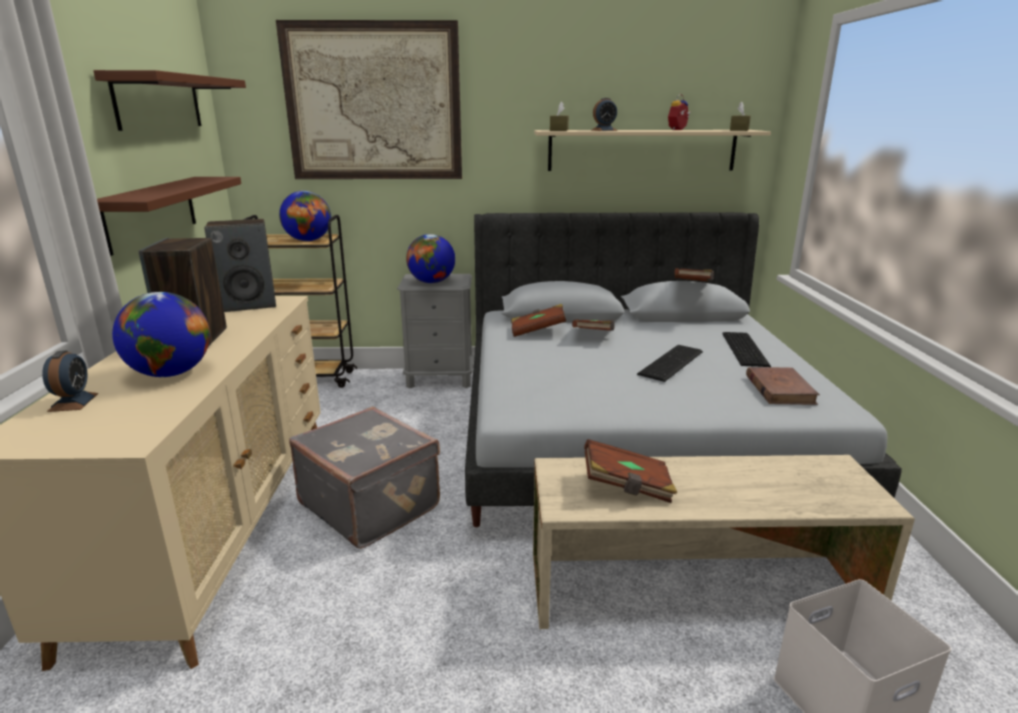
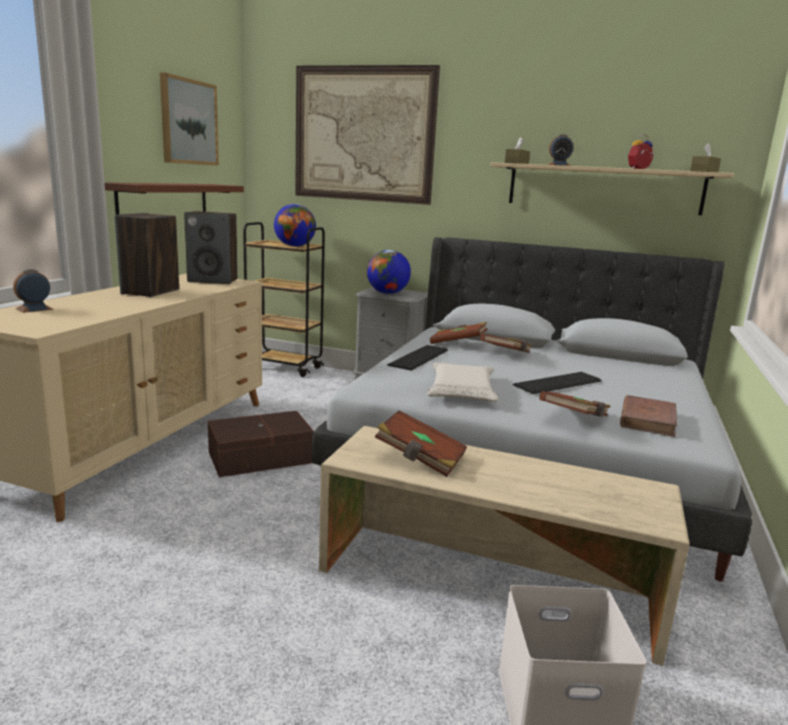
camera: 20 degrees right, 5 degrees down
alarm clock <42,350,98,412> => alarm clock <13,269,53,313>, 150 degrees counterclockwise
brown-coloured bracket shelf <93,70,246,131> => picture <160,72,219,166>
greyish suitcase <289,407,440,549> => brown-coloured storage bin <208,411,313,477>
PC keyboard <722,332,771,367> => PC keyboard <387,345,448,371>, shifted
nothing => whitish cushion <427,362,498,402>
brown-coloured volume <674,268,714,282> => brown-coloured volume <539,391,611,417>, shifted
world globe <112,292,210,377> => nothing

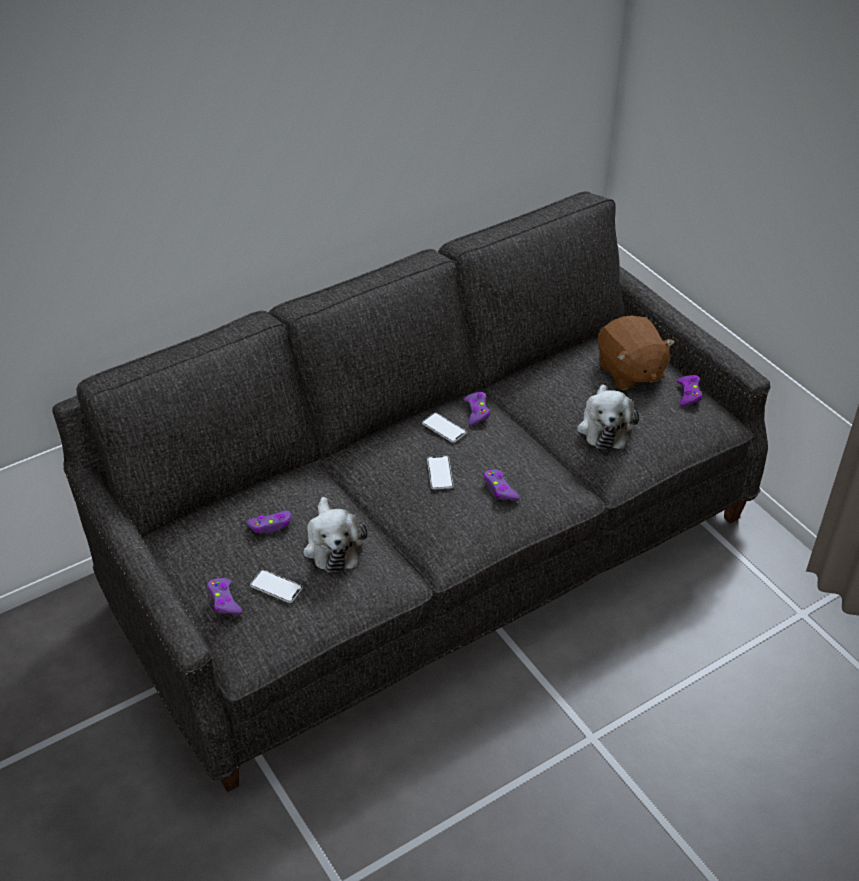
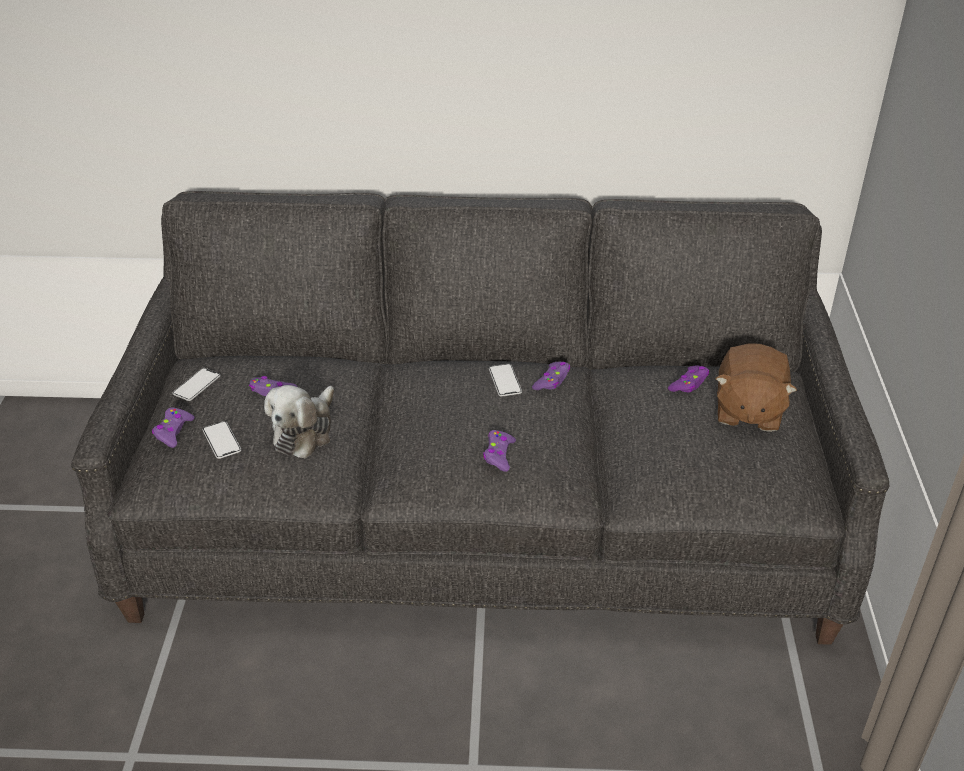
camera: 35 degrees right, 5 degrees down
handset <427,455,454,490> => handset <172,368,220,401>, shifted
purple-coloured gamepad <676,375,702,406> => purple-coloured gamepad <668,366,709,392>, shifted
cuddly toy <577,384,639,449> => nothing

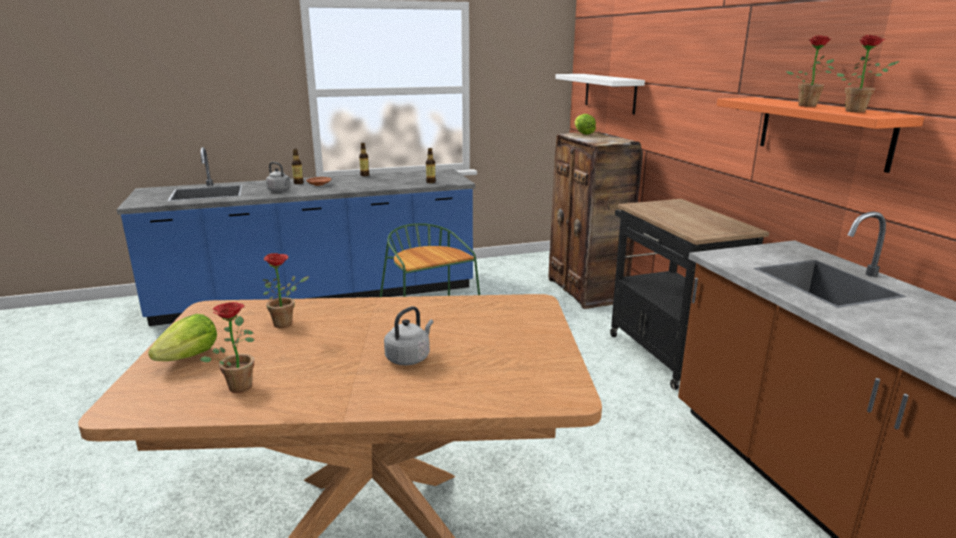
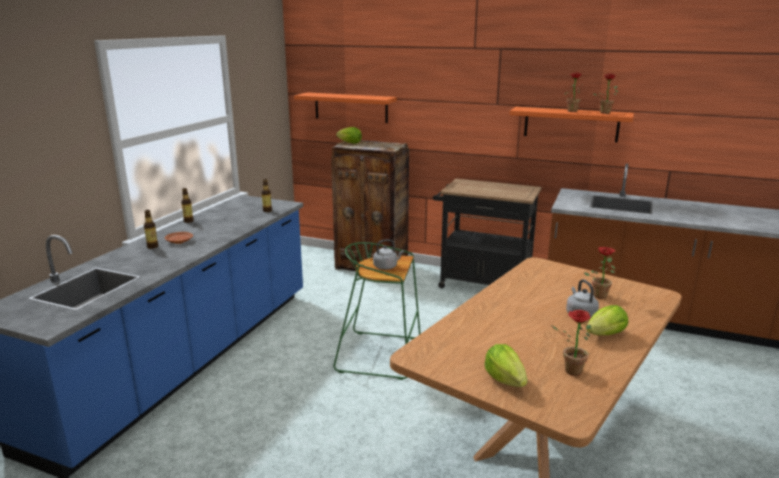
camera: 50 degrees left, 0 degrees up
whitish bracket shelf <555,74,645,115> => orange bracket shelf <294,92,397,123>
greyish kettle <266,162,291,192> => greyish kettle <373,239,404,270>, shifted
plant in a pot <263,253,309,328> => plant in a pot <584,247,616,299>, shifted
nothing => lettuce head <586,305,628,335>

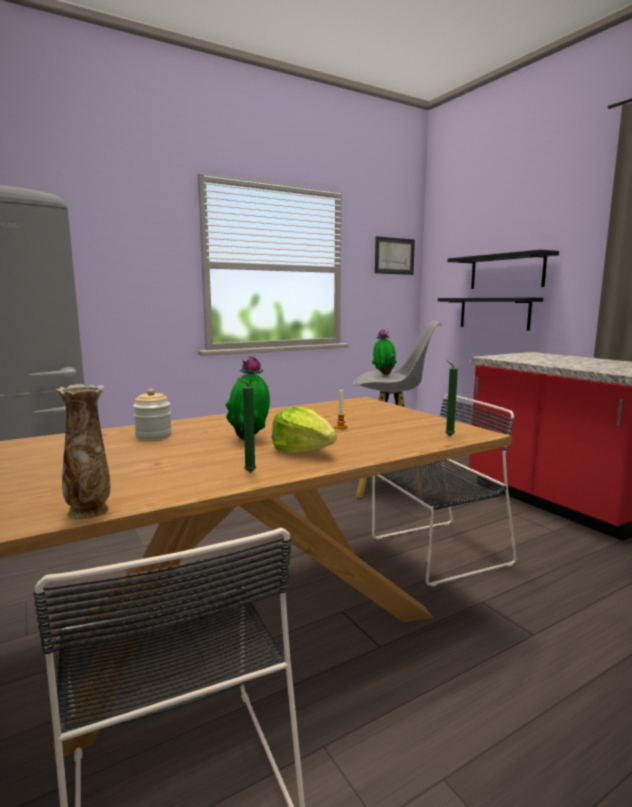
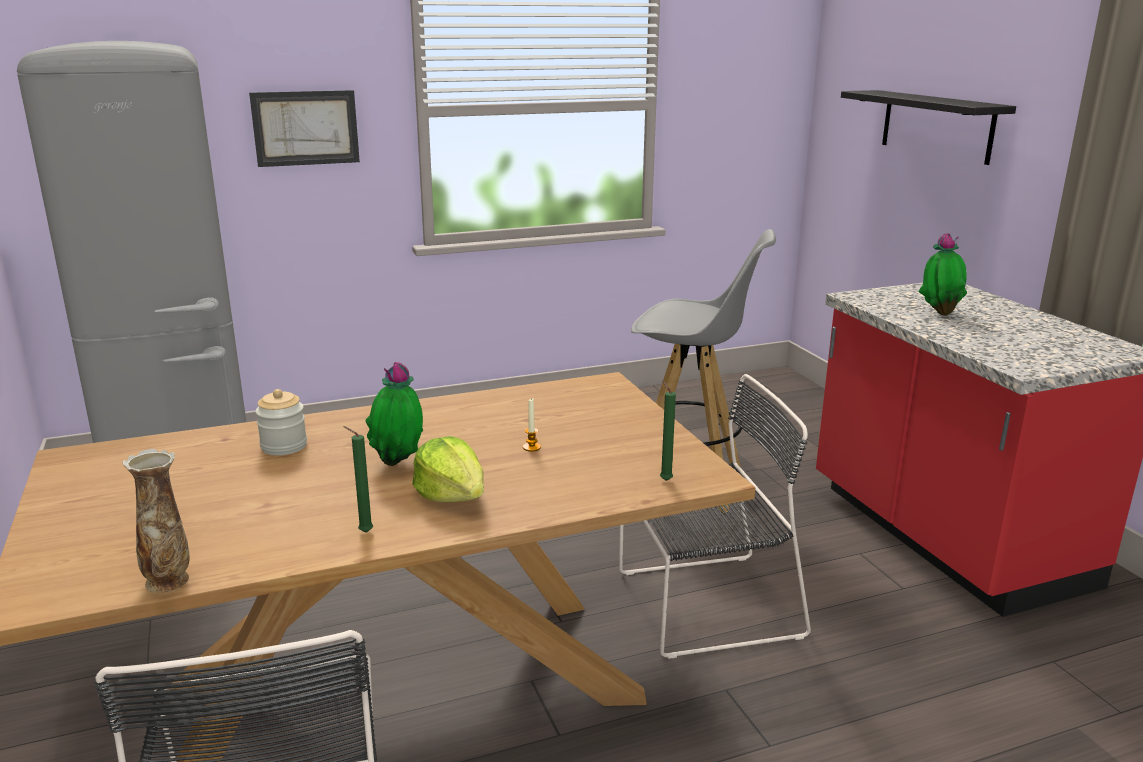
camera: 10 degrees right, 10 degrees up
picture <375,236,415,275> => picture <249,90,360,167>, shifted
plant in a pot <372,329,397,375> => plant in a pot <918,233,967,316>, shifted
black-coloured bracket shelf <438,298,543,331> => nothing

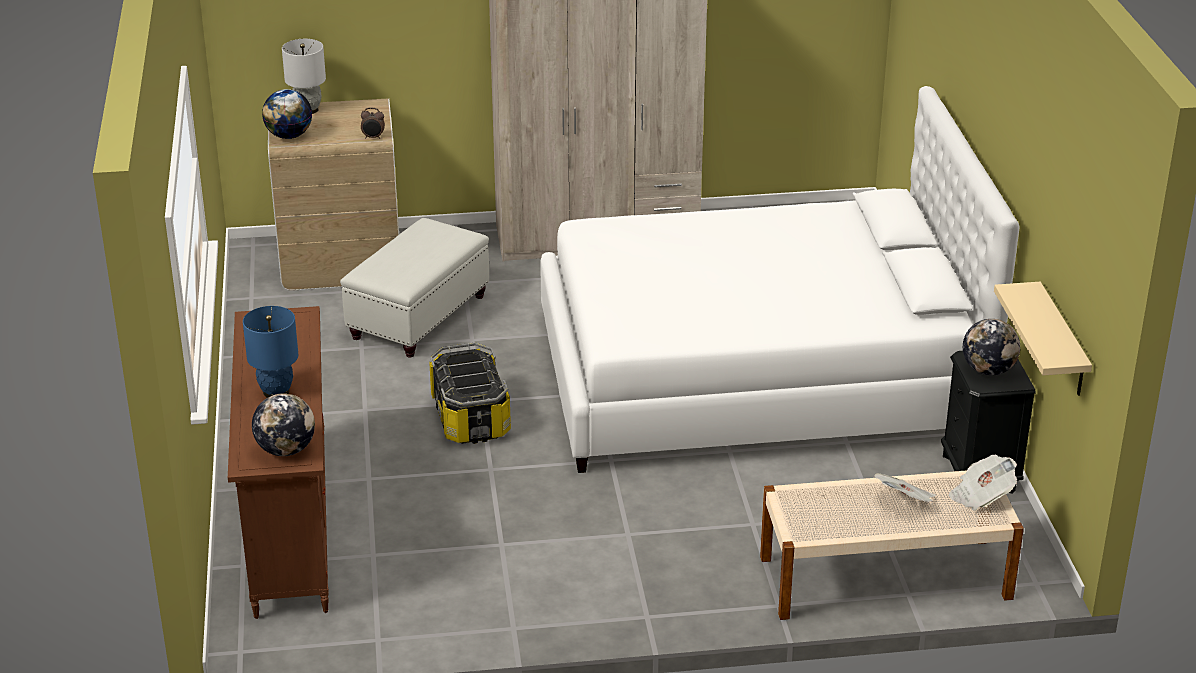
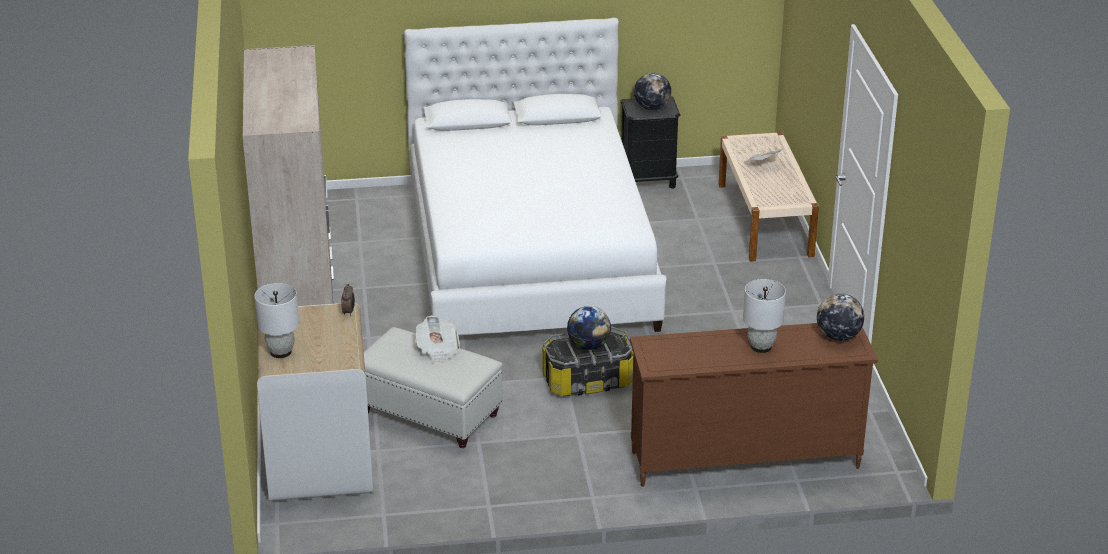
camera: 90 degrees left, 0 degrees up
printed paper <949,455,1017,511> => printed paper <415,315,460,365>, shifted
world globe <262,89,312,139> => world globe <567,306,611,350>, shifted
blue-coloured lamp for a table <243,306,298,398> => whitish lamp for a table <743,279,786,353>
sand-coloured bracket shelf <994,282,1092,396> => nothing

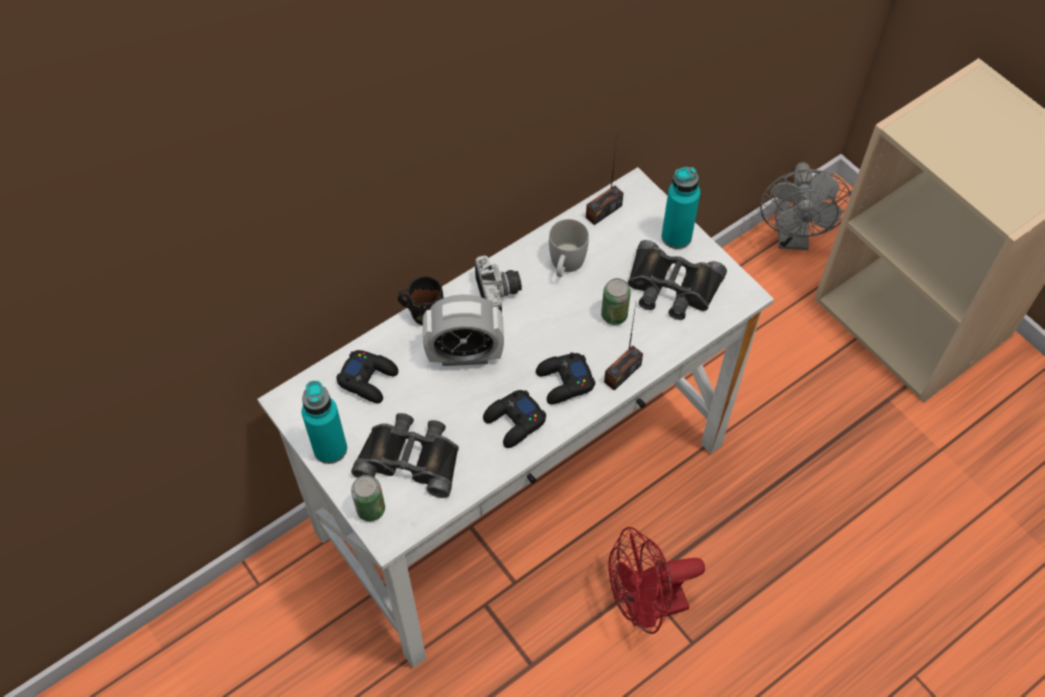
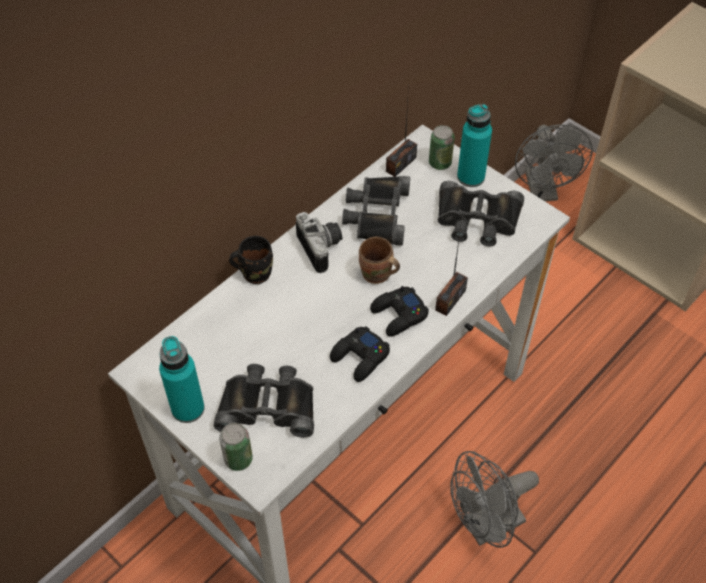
camera: 10 degrees left, 5 degrees down
whitish coffee mug <549,219,589,277> => black-coloured binoculars <342,176,410,246>
nothing => brown-coloured coffee mug <359,237,400,284>
metal can <601,278,631,325> => metal can <429,125,455,170>, shifted
reddish cooling fan <608,527,705,634> => greyish cooling fan <450,451,539,548>
black-coloured gamepad <336,350,398,403> => nothing
alarm clock <423,295,504,366> => nothing

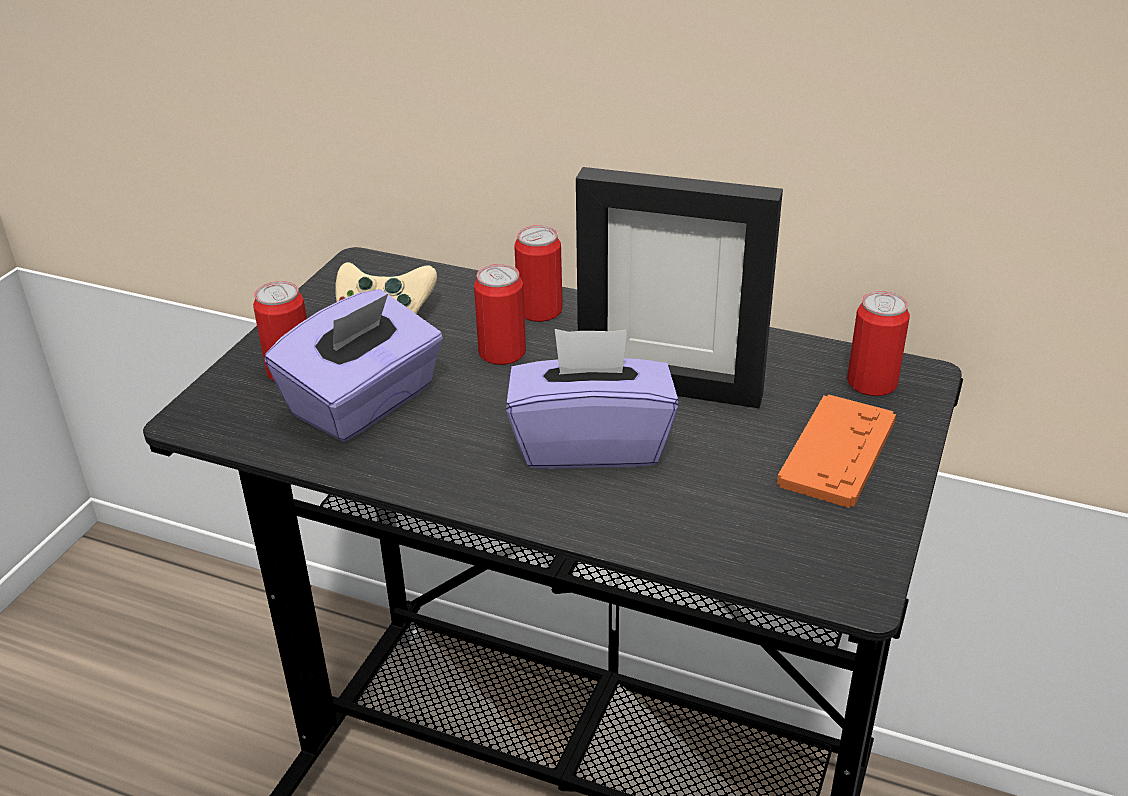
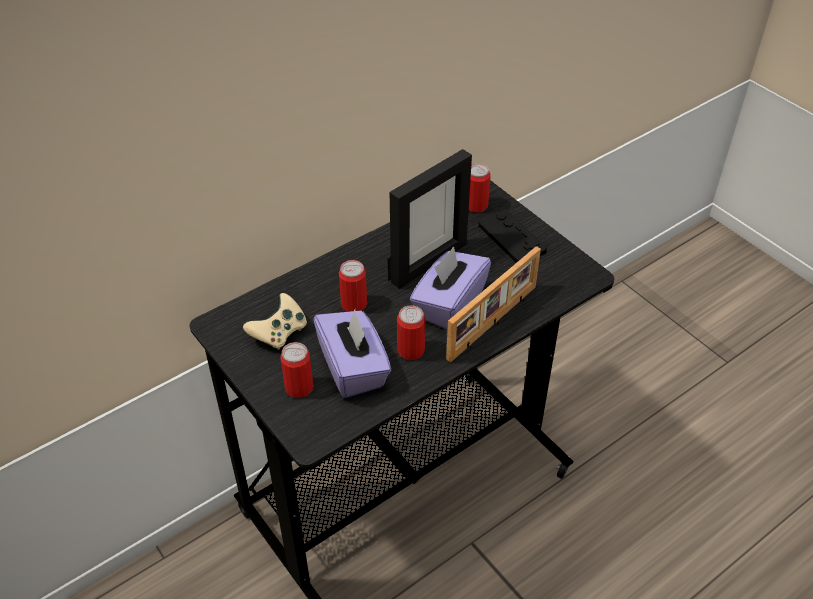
camera: 60 degrees left, 10 degrees up
metal can <514,225,563,322> => metal can <397,305,425,360>, shifted
nothing => standing frame <446,246,541,362>
orange gamepad <777,394,896,508> => black-coloured gamepad <478,210,547,263>

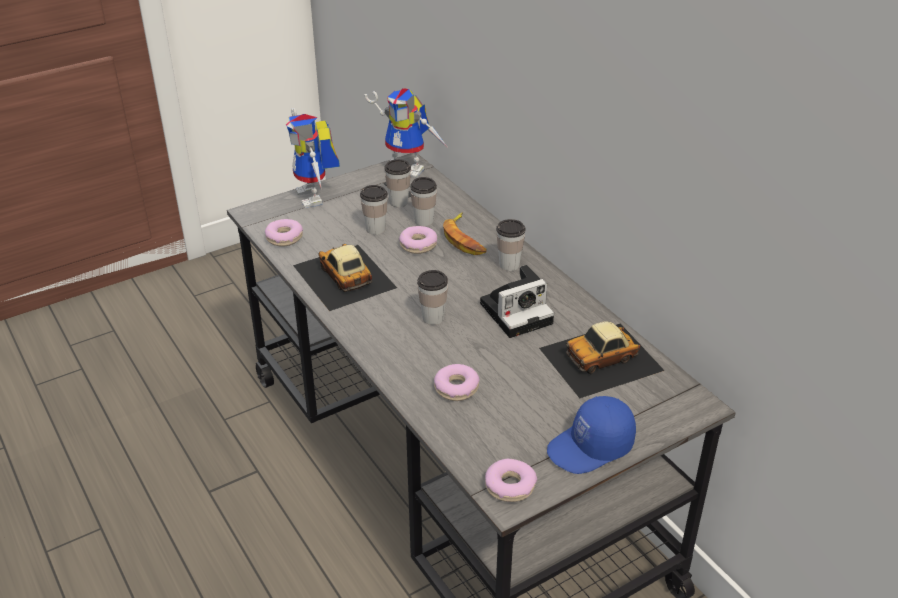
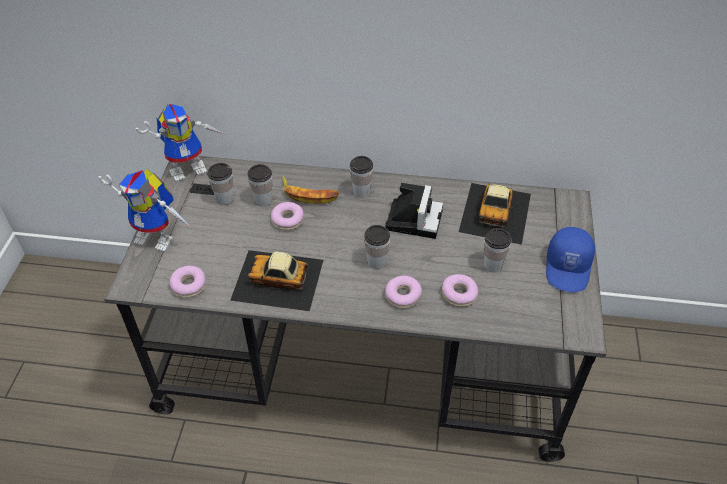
camera: 50 degrees left, 10 degrees up
donut <485,459,537,502> => donut <385,276,422,308>, shifted
drinking cup <360,185,388,235> => drinking cup <484,228,512,272>, shifted

